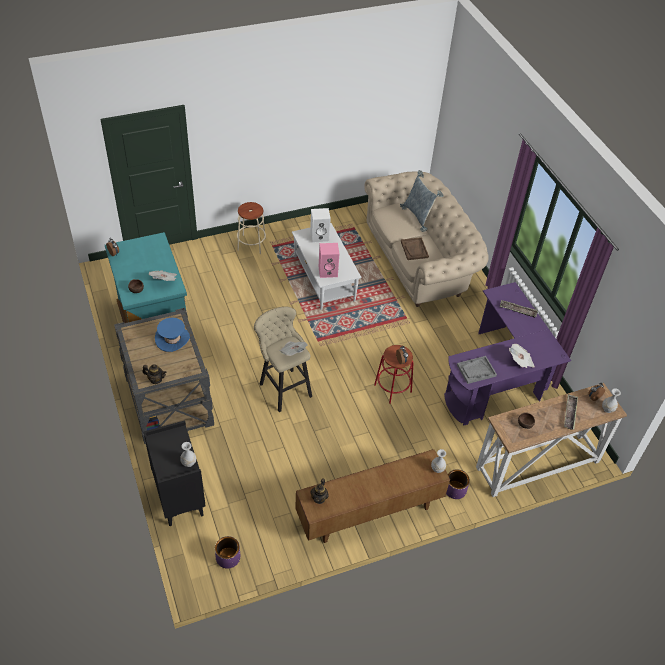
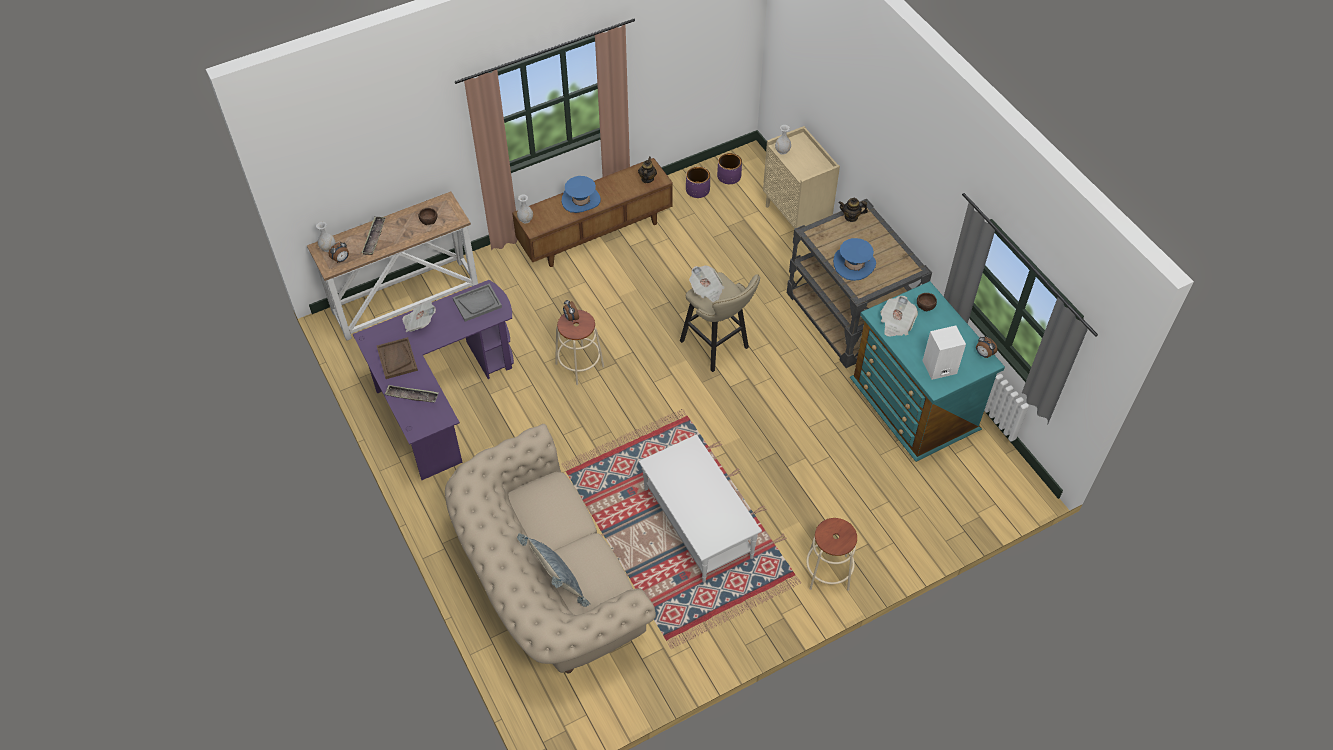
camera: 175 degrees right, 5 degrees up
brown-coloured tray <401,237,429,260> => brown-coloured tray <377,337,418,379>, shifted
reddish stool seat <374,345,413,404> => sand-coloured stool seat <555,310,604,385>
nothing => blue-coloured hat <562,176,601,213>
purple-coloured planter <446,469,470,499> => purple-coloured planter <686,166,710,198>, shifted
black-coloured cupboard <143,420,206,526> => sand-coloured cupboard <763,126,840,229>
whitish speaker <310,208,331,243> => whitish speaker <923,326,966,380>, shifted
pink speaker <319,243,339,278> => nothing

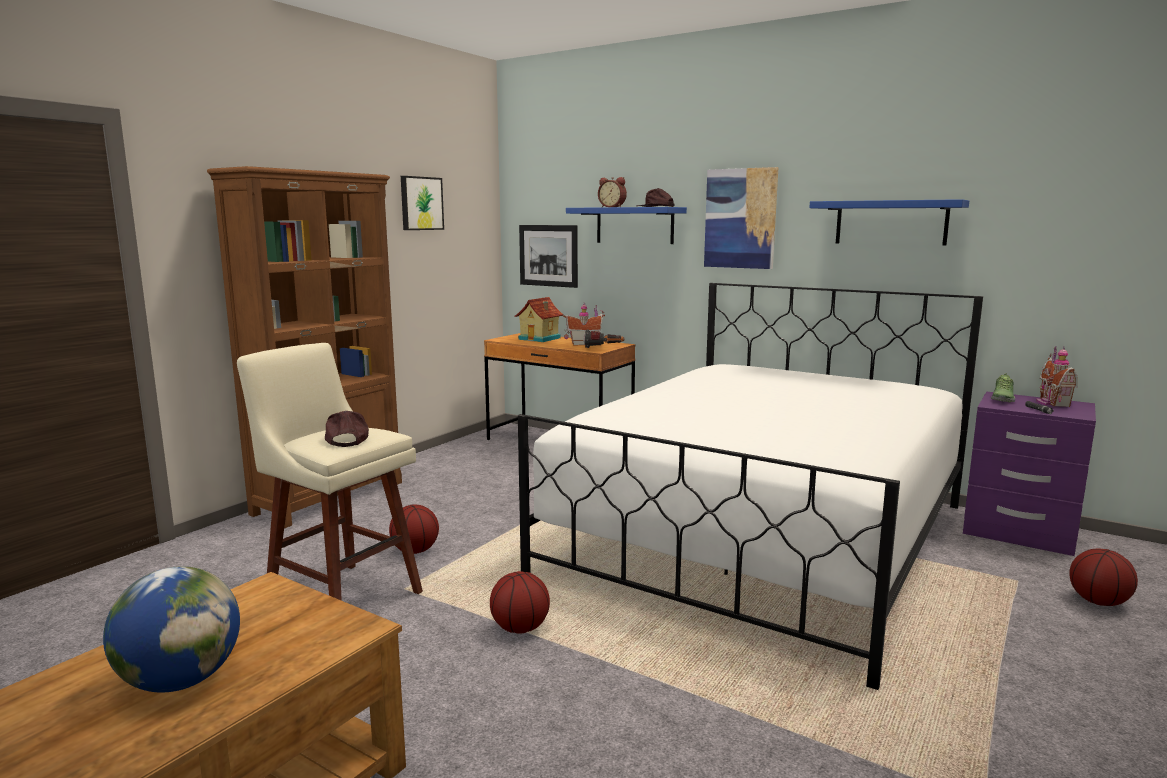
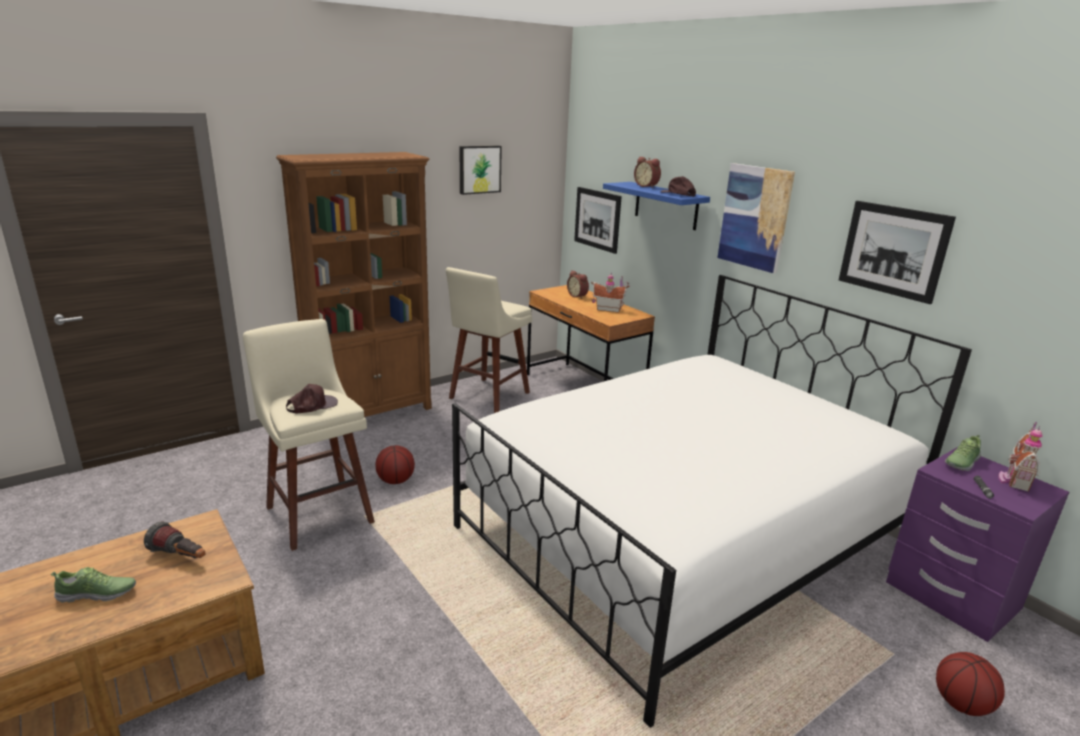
camera: 20 degrees right, 10 degrees up
world globe <103,566,240,693> => shoe <51,567,136,603>
hand torch <584,329,624,348> => hand torch <144,521,205,558>, shifted
brown-coloured cap <325,411,369,447> => brown-coloured cap <286,384,338,414>, 45 degrees clockwise
nothing => sand-coloured stool seat <446,267,532,413>
toy house <514,297,564,342> => alarm clock <567,271,589,299>
blue-coloured bracket shelf <810,199,969,245> => picture <839,201,956,304>
basketball <490,571,550,634> => nothing

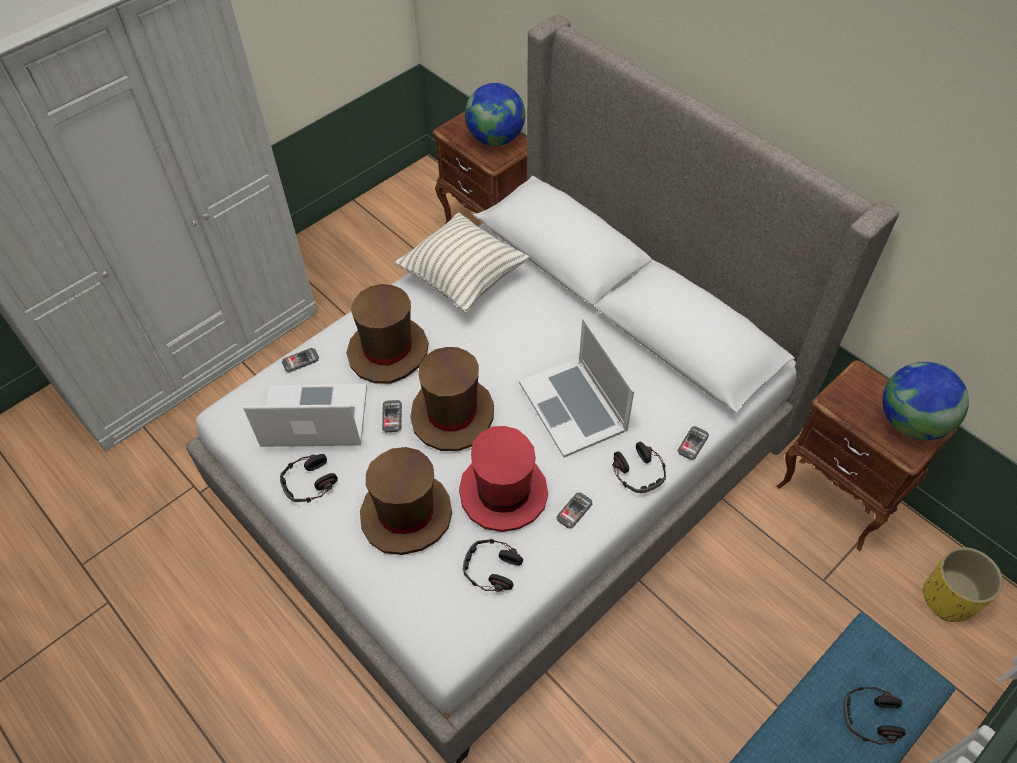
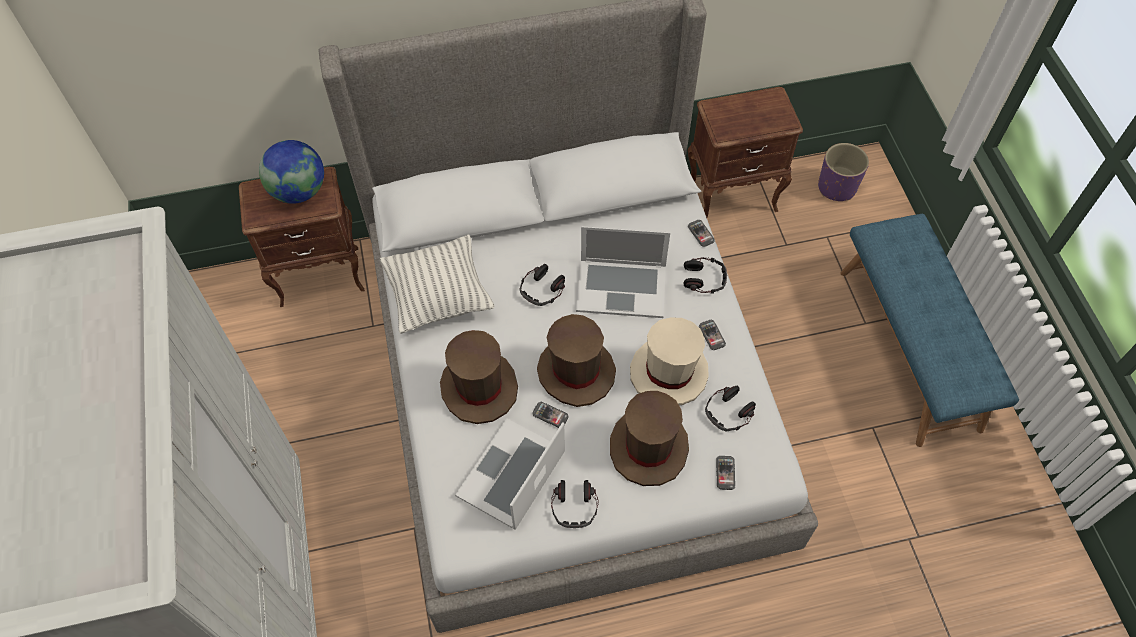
camera: 60 degrees left, 5 degrees up
headset <843,687,906,745> => headset <520,264,565,306>, shifted
reddish hat <459,426,548,532> => sand-coloured hat <630,318,709,405>
handset <282,348,319,372> => handset <716,456,735,490>, shifted
yellow planter <923,547,1003,622> => purple-coloured planter <818,143,869,201>
world globe <882,362,969,440> => nothing

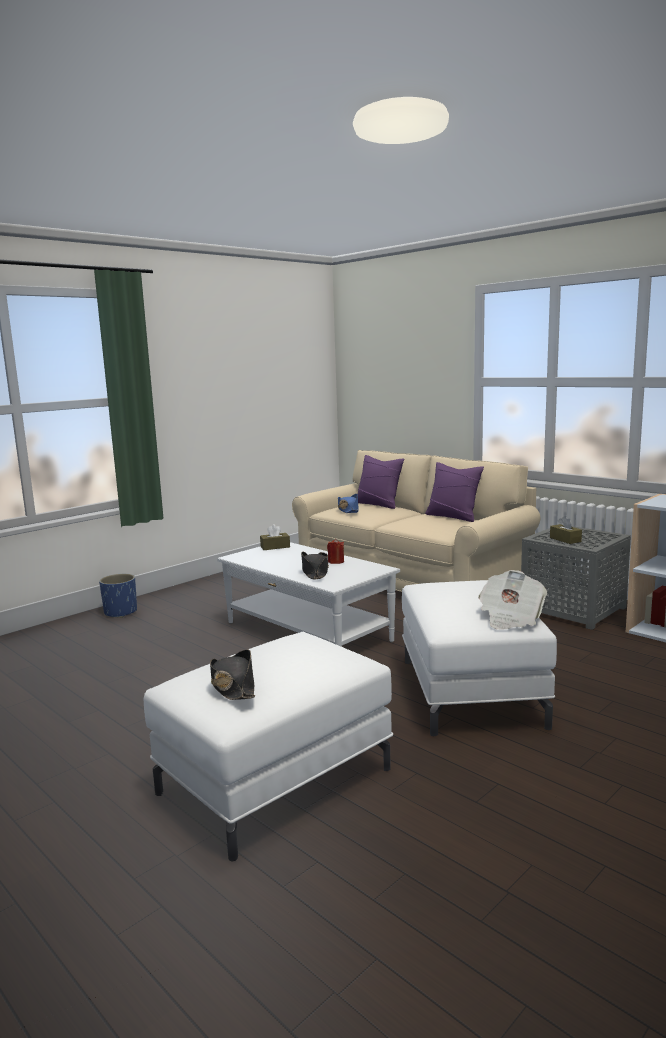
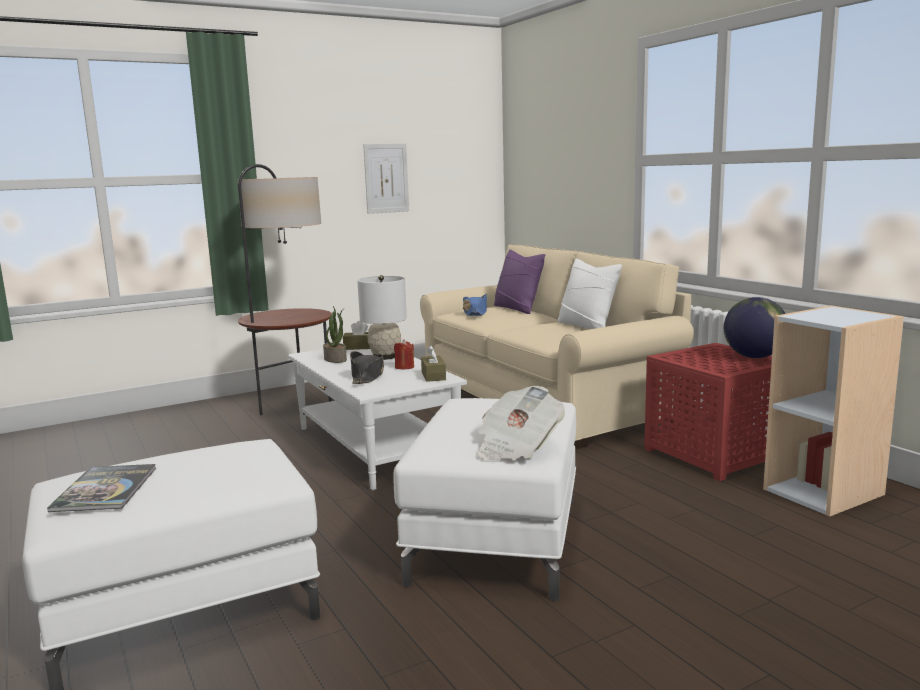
camera: 15 degrees right, 0 degrees up
black-coloured hat <210,650,255,700> => volume <47,464,156,512>
nothing => standing lamp <238,164,332,415>
nothing => plant in a pot <323,306,347,363>
nothing => whitish lamp for a table <357,275,407,360>
nothing => picture <363,144,409,214>
brown-coloured tissue holder <550,516,582,544> => brown-coloured tissue holder <421,345,446,382>, shifted
purple-coloured cushion <425,462,484,522> => whitish cushion <557,259,622,329>
greyish accent table <521,526,631,630> => reddish accent table <644,343,772,481>
nothing => world globe <724,297,786,358>
blue-coloured planter <99,574,137,618> => nothing

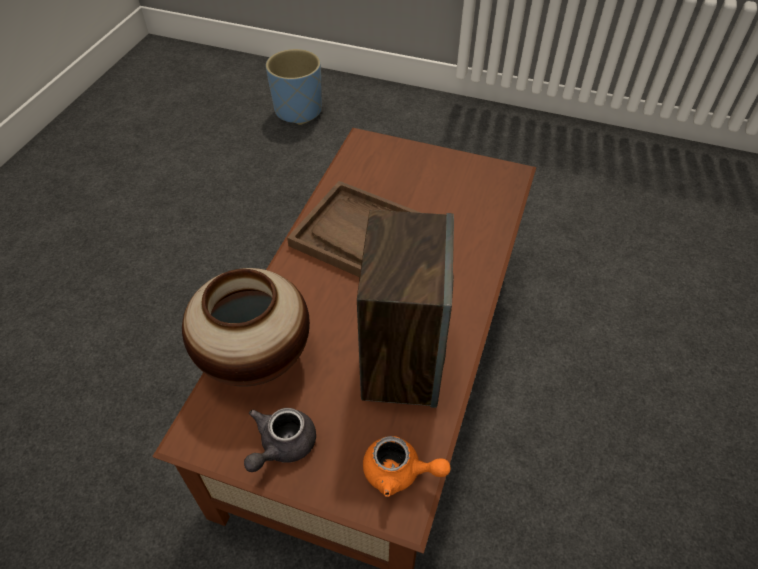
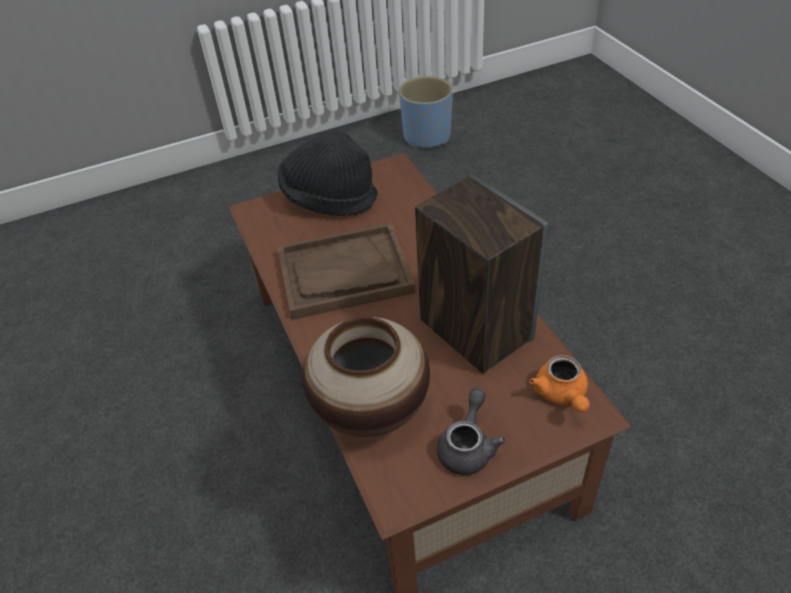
camera: 40 degrees left, 5 degrees down
nothing => black-coloured hat <278,131,378,216>
blue-coloured planter <266,49,322,125> => blue-coloured planter <399,76,453,148>, shifted
greyish teapot <244,408,316,472> => greyish teapot <437,388,506,475>, 150 degrees counterclockwise
orange teapot <363,436,451,497> => orange teapot <529,355,590,412>, 105 degrees clockwise

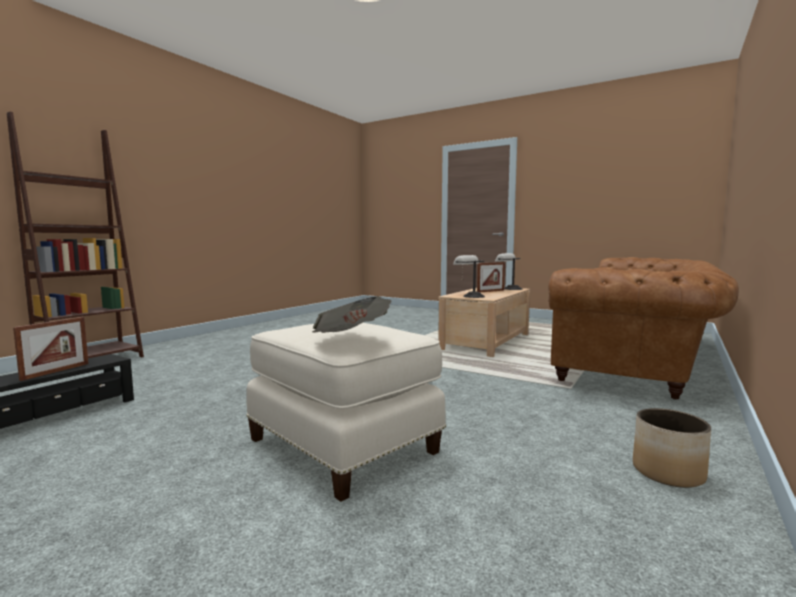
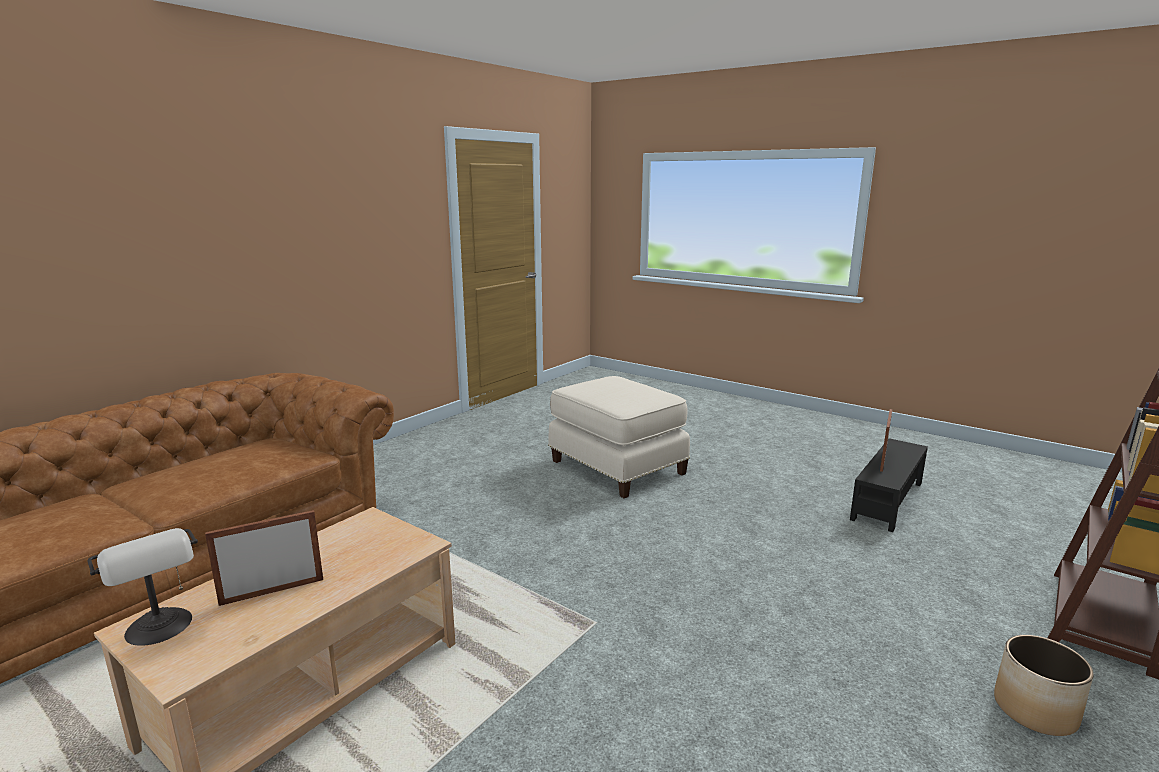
camera: 175 degrees left, 10 degrees up
planter <633,408,711,488> => planter <994,635,1094,736>, shifted
printed paper <312,296,392,333> => nothing
lamp for a table <453,255,485,298> => nothing

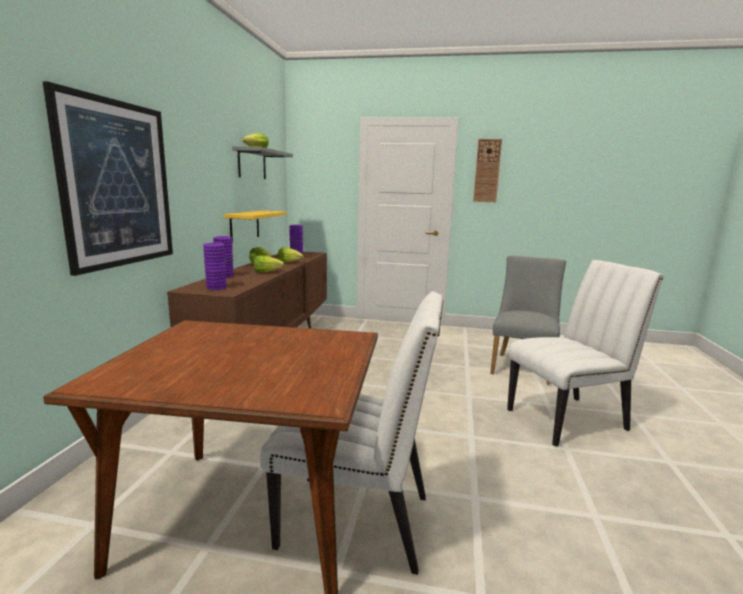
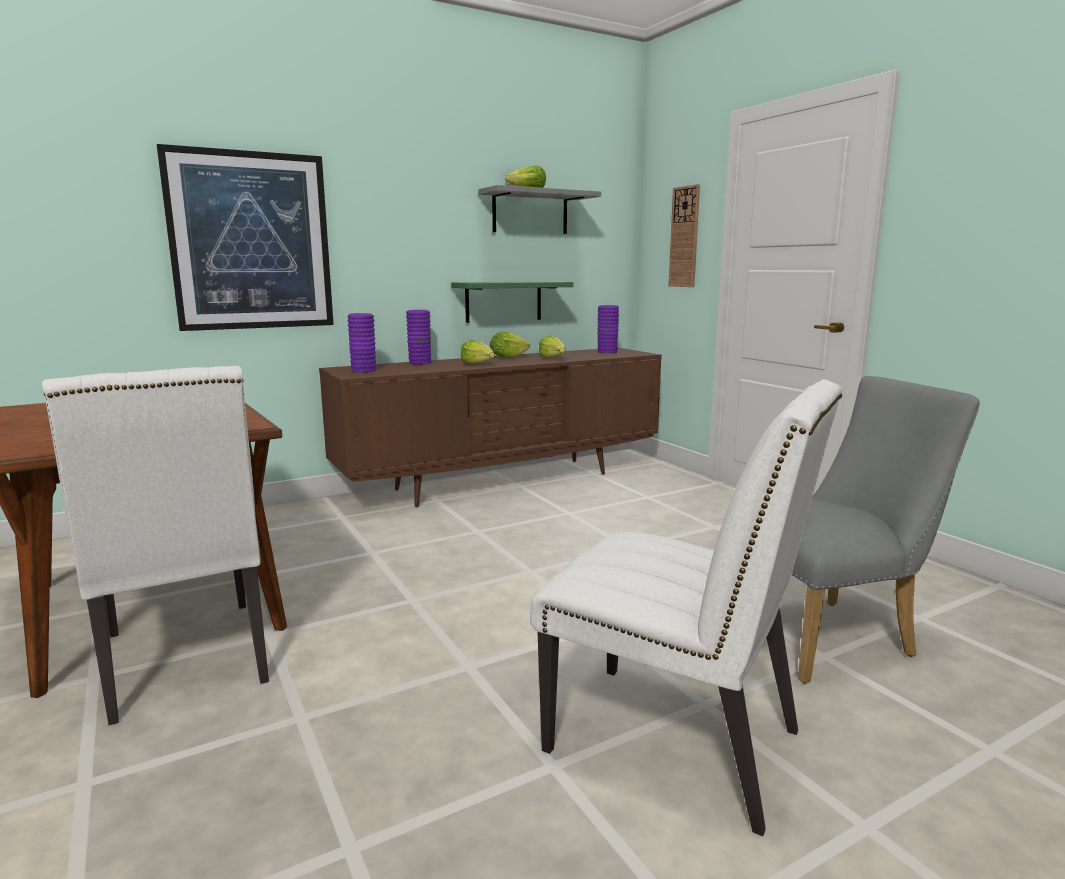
camera: 50 degrees right, 0 degrees up
yellow bracket shelf <224,211,287,243> => greenish bracket shelf <451,281,574,323>
clock on the wall <473,139,502,202> => clock on the wall <668,184,700,287>, shifted

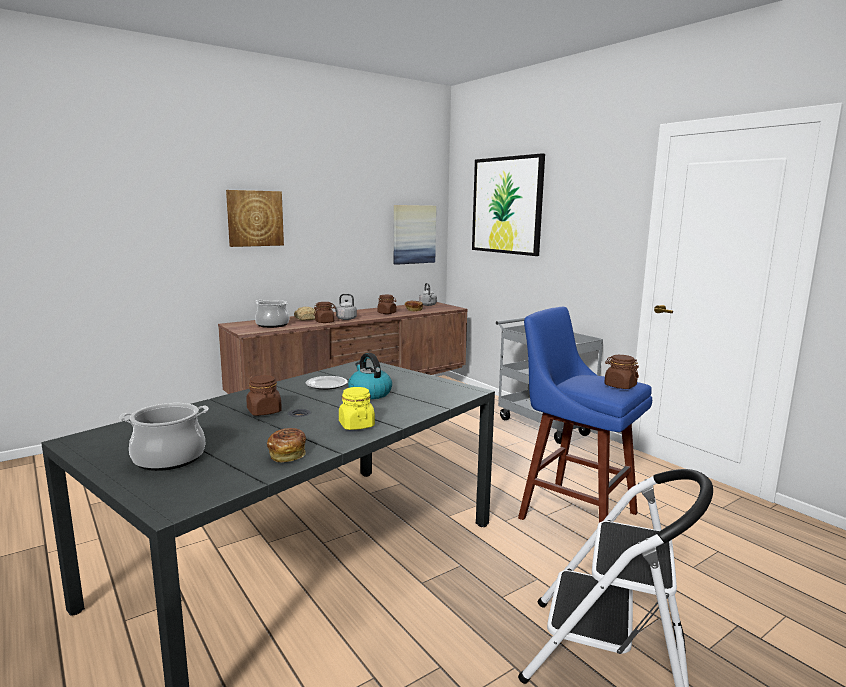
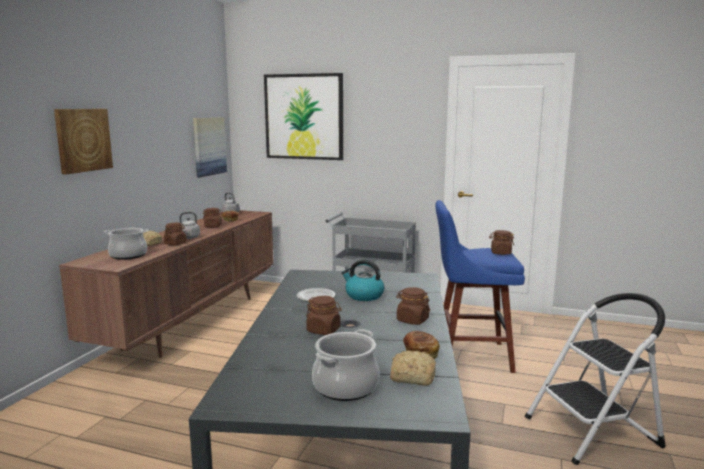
camera: 35 degrees left, 0 degrees up
nothing => baked bread <390,351,436,386>
yellow preserve jar <339,387,375,430> => brown-coloured preserve jar <396,287,430,325>

